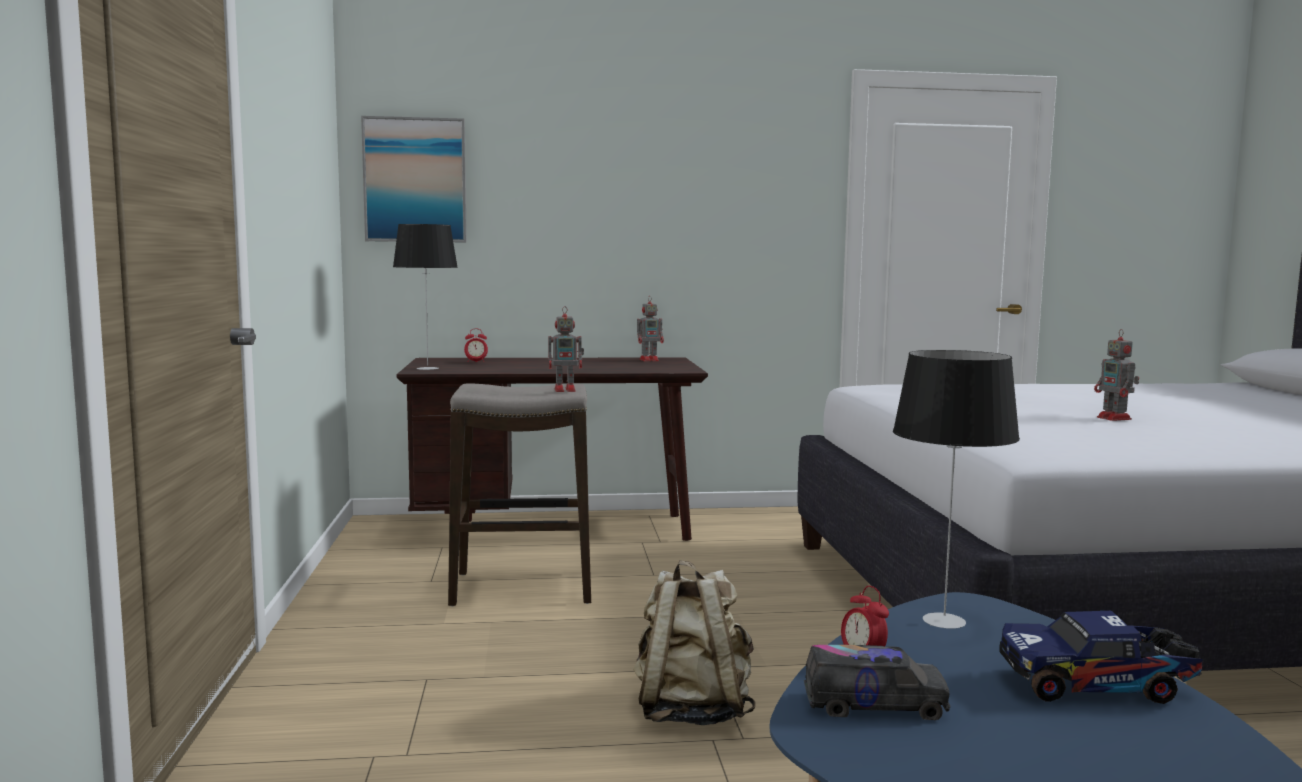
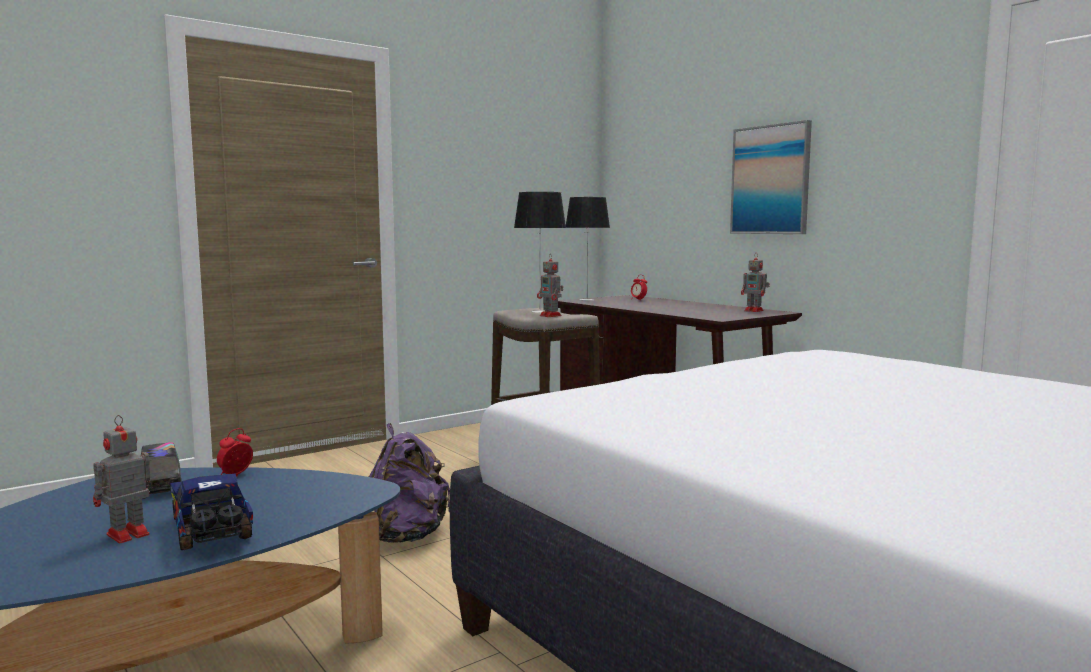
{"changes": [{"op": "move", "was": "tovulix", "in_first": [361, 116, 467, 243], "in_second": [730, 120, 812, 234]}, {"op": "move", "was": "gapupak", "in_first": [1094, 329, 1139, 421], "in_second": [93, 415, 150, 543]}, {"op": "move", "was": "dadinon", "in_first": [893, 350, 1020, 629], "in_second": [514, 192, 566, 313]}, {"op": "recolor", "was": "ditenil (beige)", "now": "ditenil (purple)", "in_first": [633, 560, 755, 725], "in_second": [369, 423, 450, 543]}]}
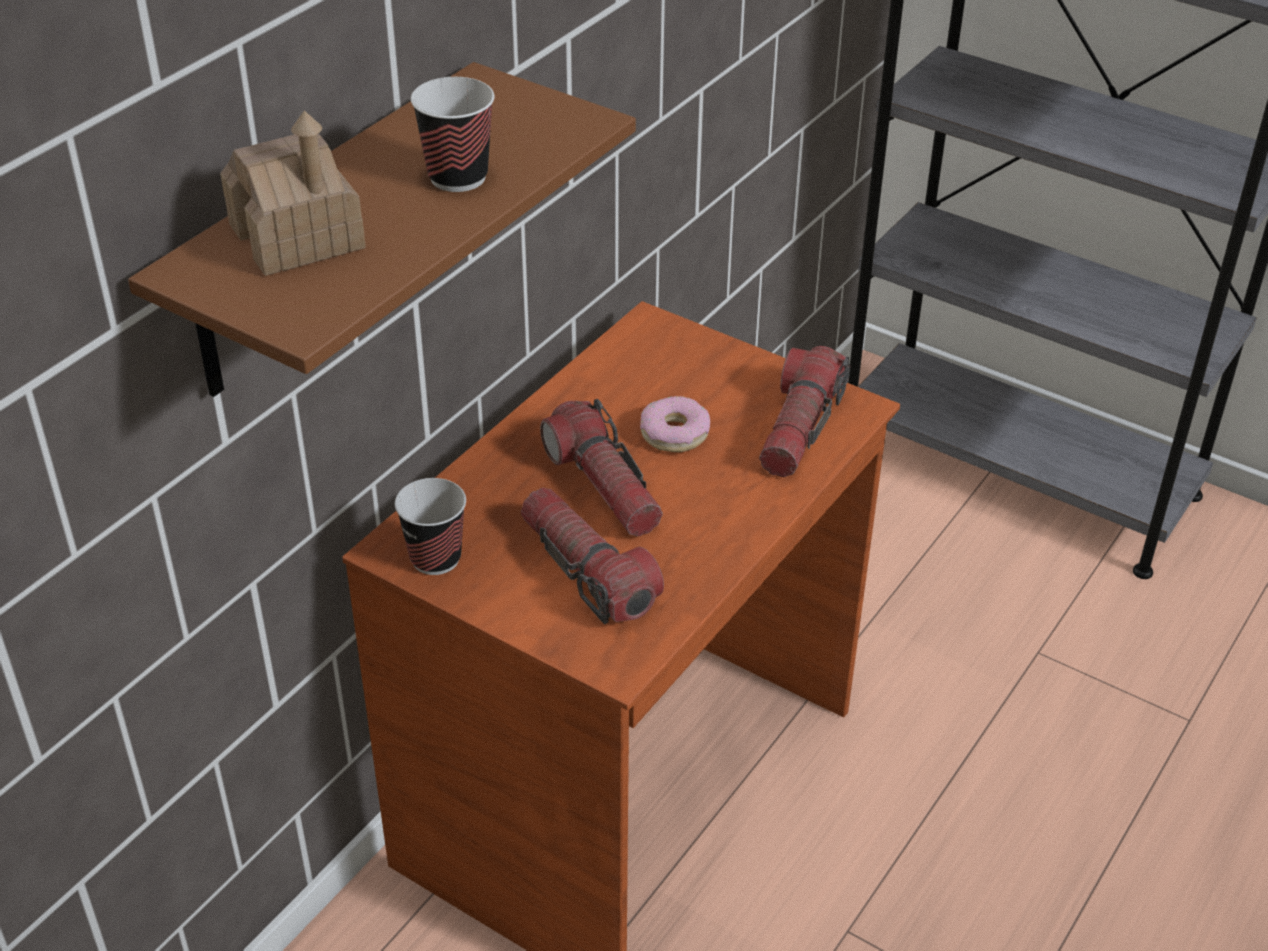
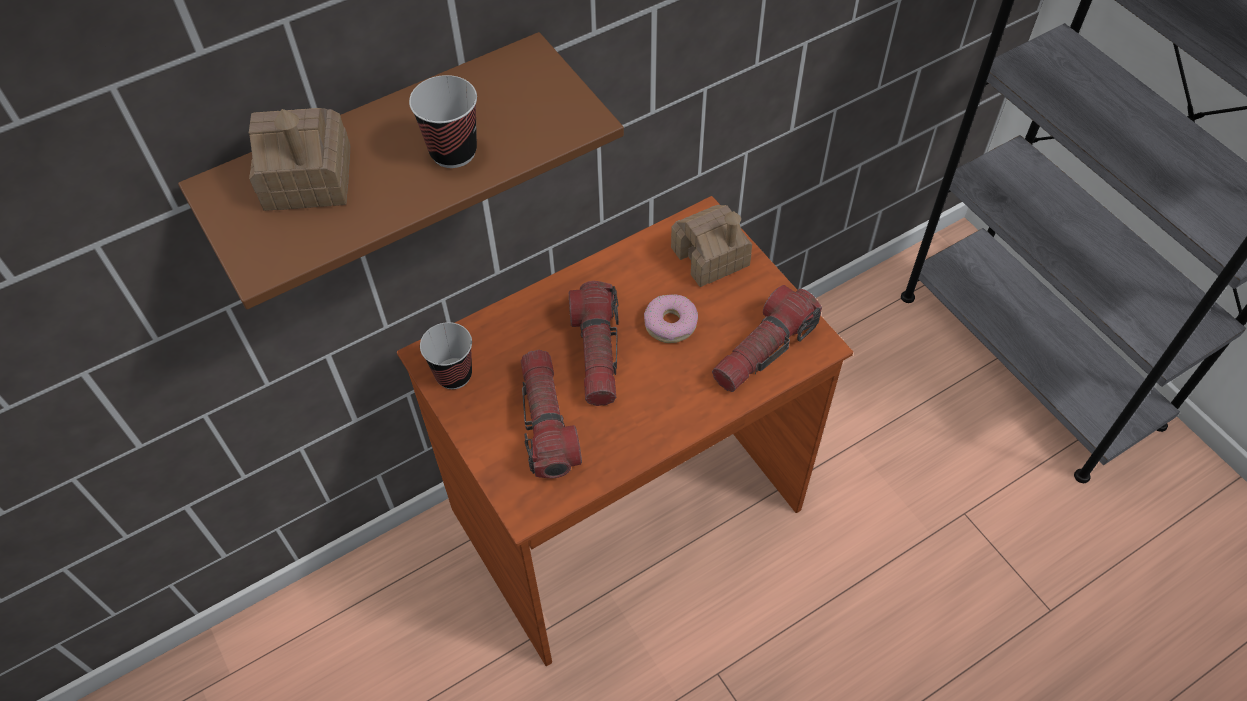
{"changes": [{"op": "insert", "now": "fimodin", "in_second": [671, 205, 752, 287]}]}
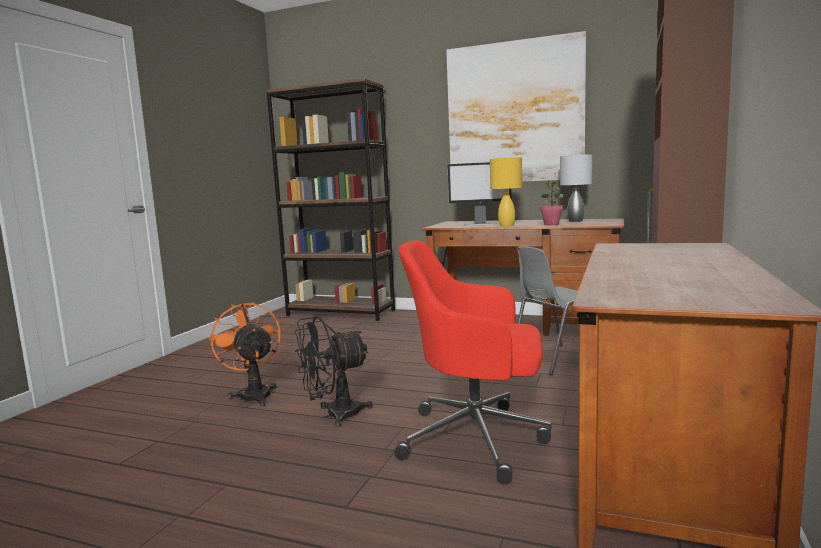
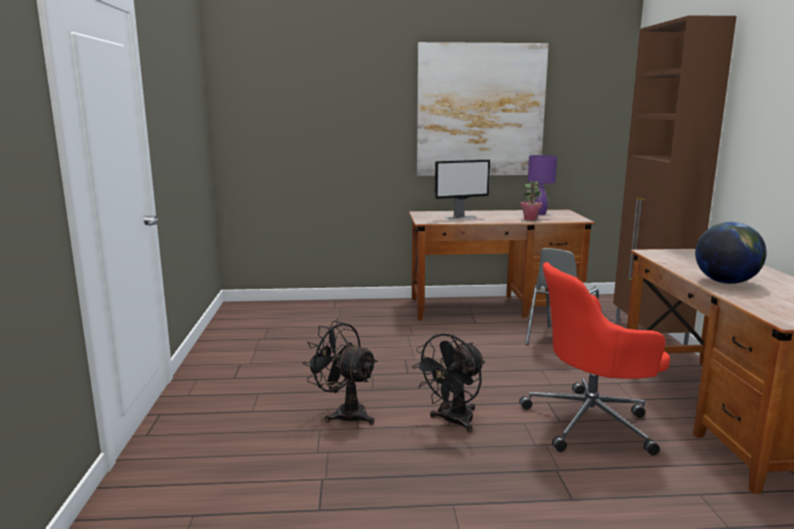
{"changes": [{"op": "delete", "was": "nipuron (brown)", "in_first": [266, 78, 395, 321]}, {"op": "recolor", "was": "dadinon (grey)", "now": "dadinon (purple)", "in_first": [560, 154, 592, 222], "in_second": [528, 155, 557, 215]}, {"op": "delete", "was": "dadinon (yellow)", "in_first": [490, 157, 522, 227]}, {"op": "recolor", "was": "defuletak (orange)", "now": "defuletak (black)", "in_first": [208, 302, 280, 406], "in_second": [302, 321, 378, 425]}, {"op": "insert", "now": "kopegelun", "in_second": [695, 222, 767, 284]}]}
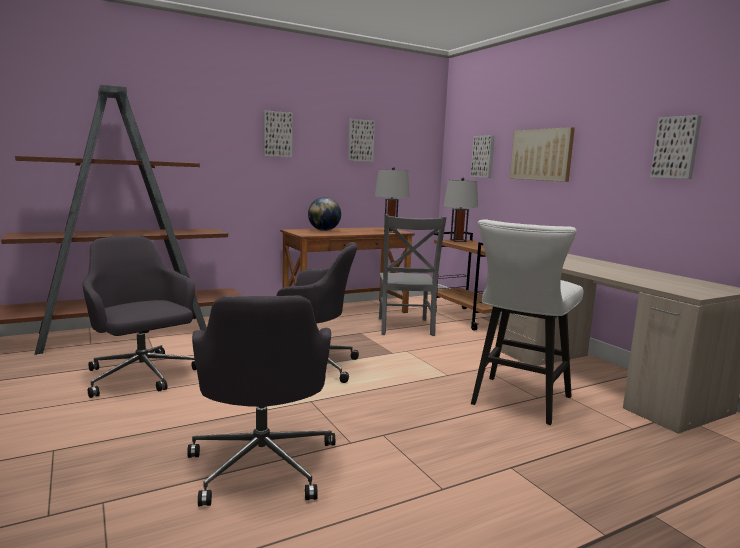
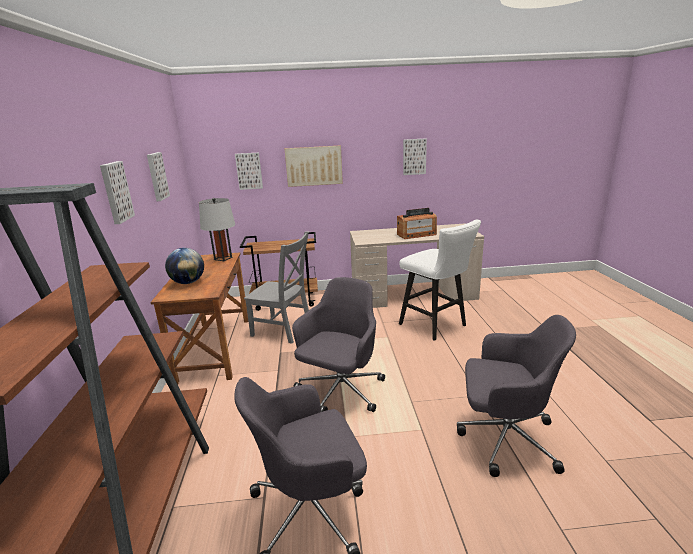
{"changes": [{"op": "delete", "was": "dadinon (grey)", "in_first": [443, 177, 478, 242]}, {"op": "insert", "now": "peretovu", "in_second": [397, 208, 437, 239]}]}
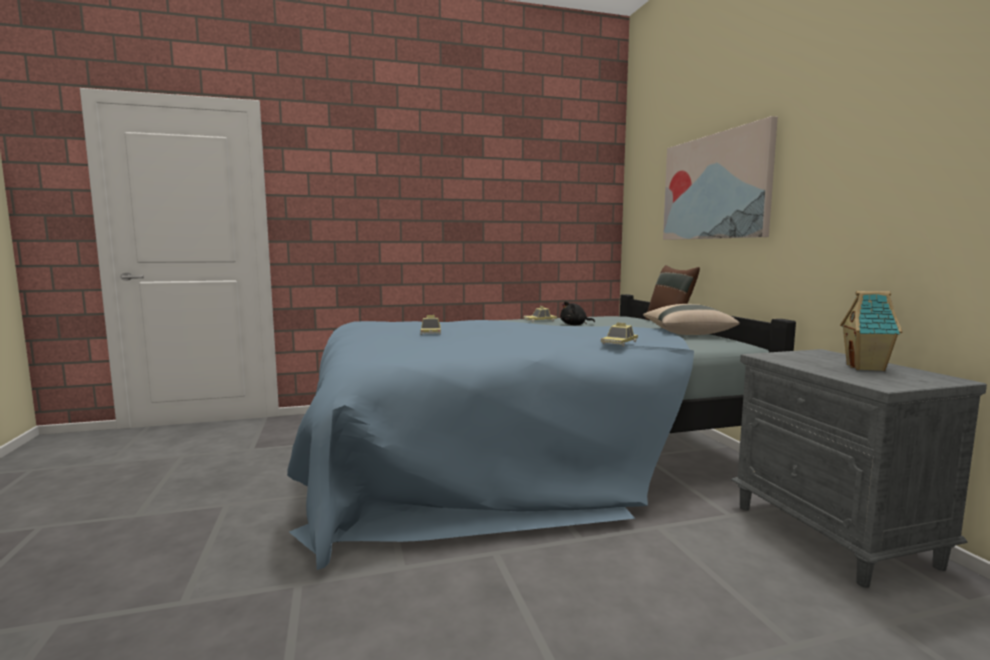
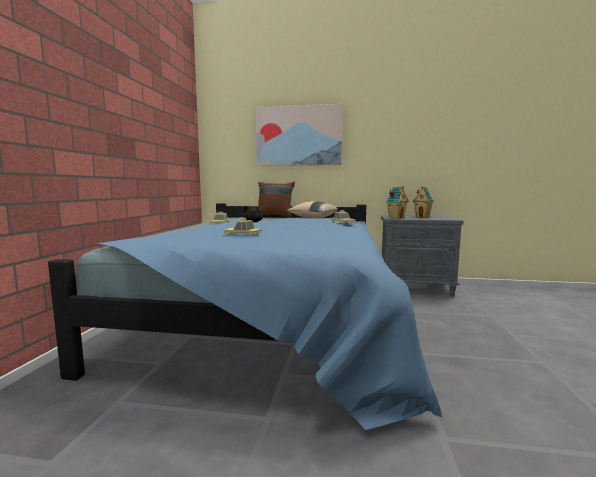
{"changes": [{"op": "insert", "now": "fimodin", "in_second": [385, 186, 409, 219]}]}
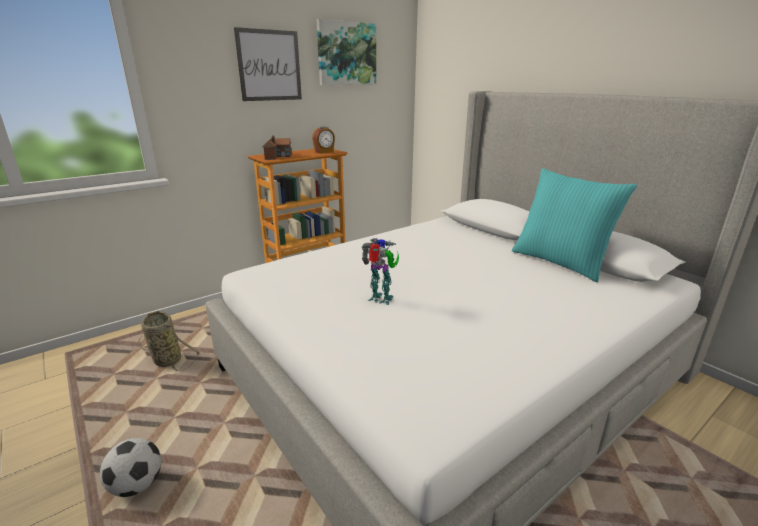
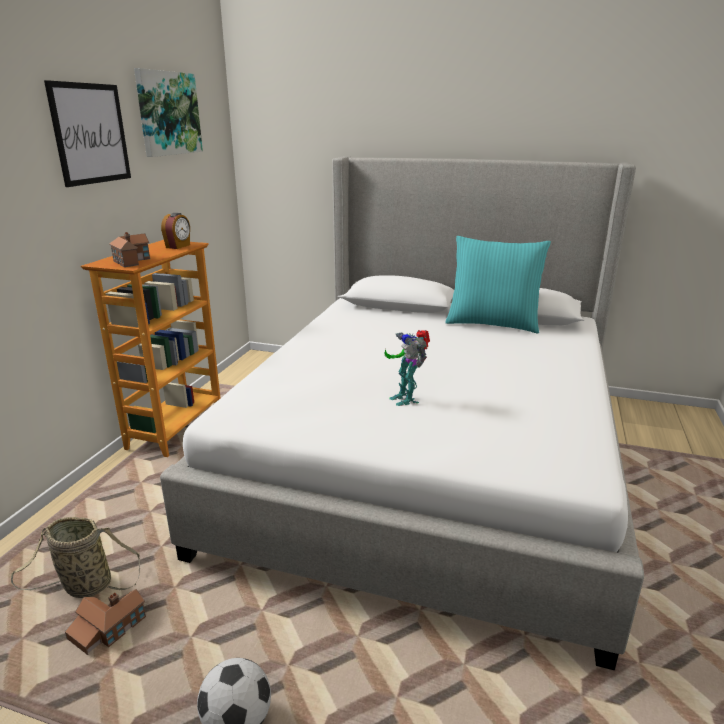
{"changes": [{"op": "rotate", "was": "gapupak", "in_first": [361, 238, 399, 305], "in_second": [385, 330, 430, 406], "clockwise": -105}, {"op": "insert", "now": "fimodin", "in_second": [65, 589, 146, 655]}]}
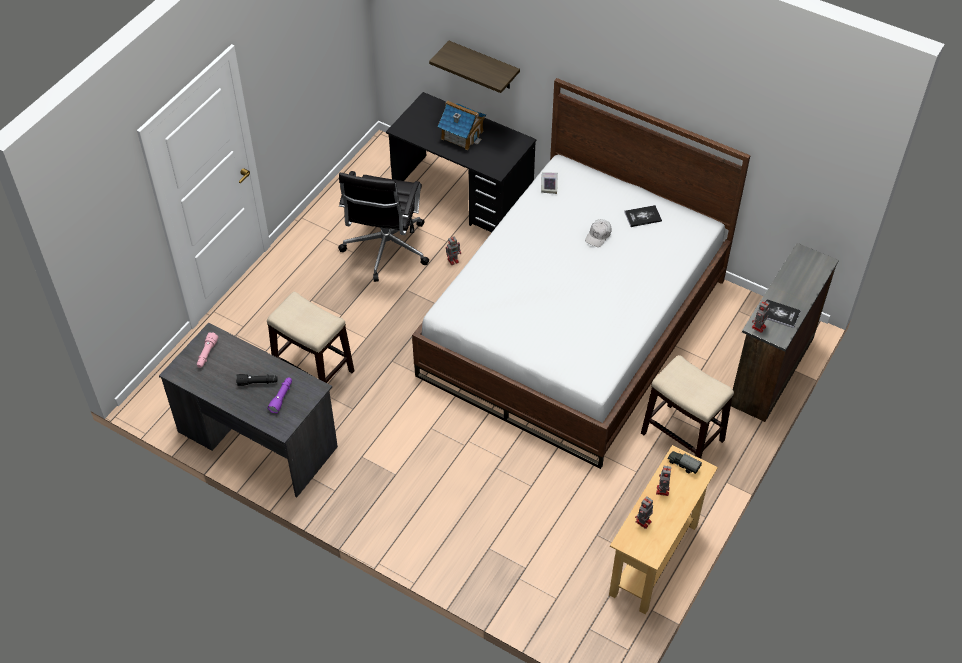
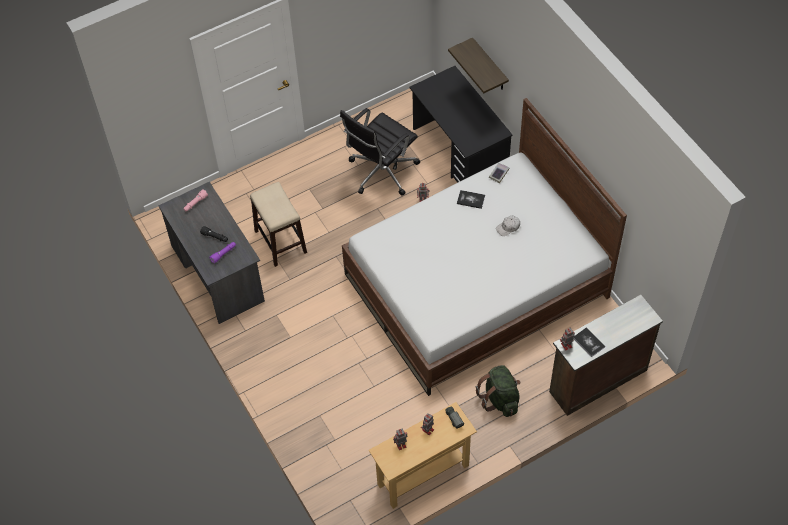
{"changes": [{"op": "delete", "was": "fimodin", "in_first": [437, 100, 486, 150]}, {"op": "move", "was": "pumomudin", "in_first": [624, 205, 662, 227], "in_second": [457, 190, 485, 209]}, {"op": "replace", "was": "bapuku", "now": "ditenil (green)", "in_first": [641, 355, 734, 459], "in_second": [476, 365, 520, 417]}]}
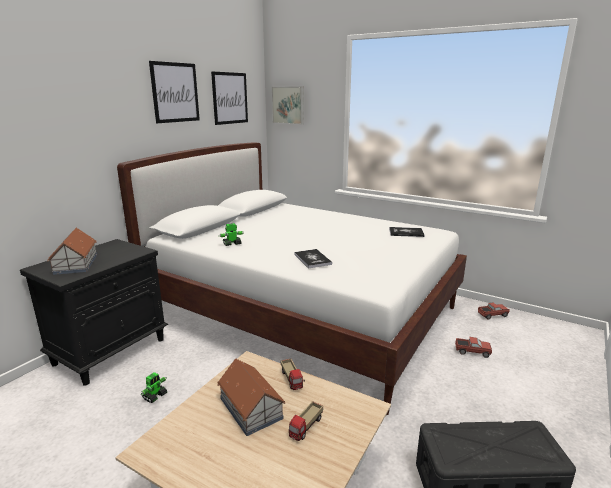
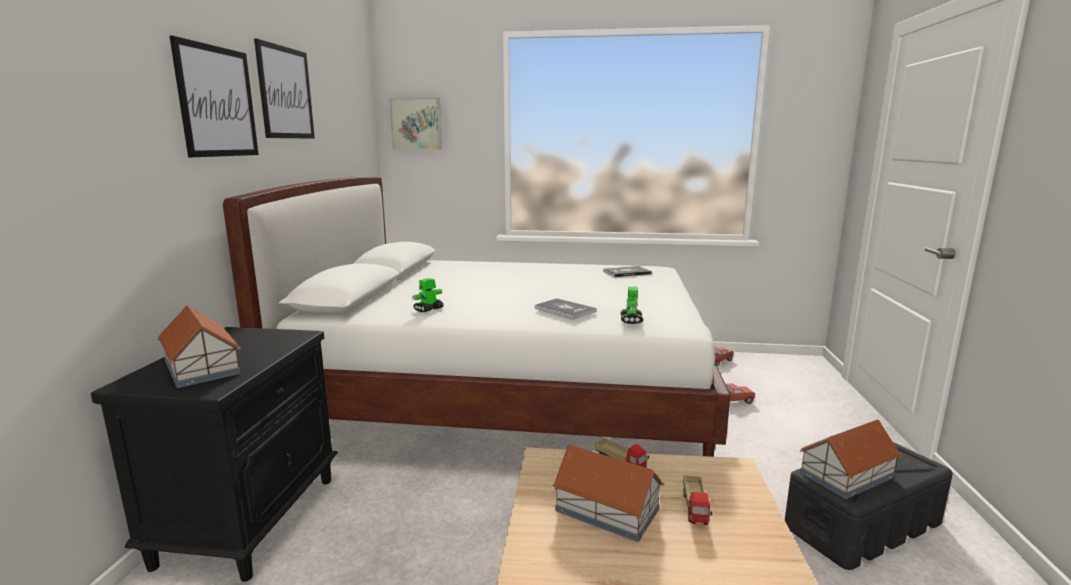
{"changes": [{"op": "move", "was": "tovulix", "in_first": [211, 71, 248, 125], "in_second": [170, 36, 259, 157]}, {"op": "move", "was": "gapupak", "in_first": [141, 372, 167, 403], "in_second": [621, 286, 643, 324]}, {"op": "insert", "now": "fimodin", "in_second": [800, 420, 901, 499]}]}
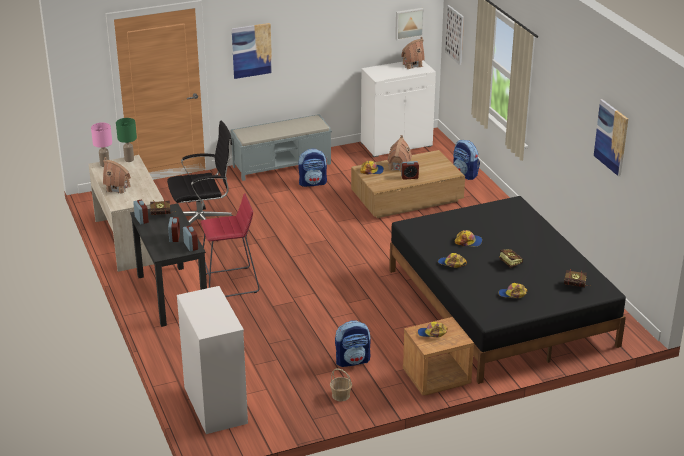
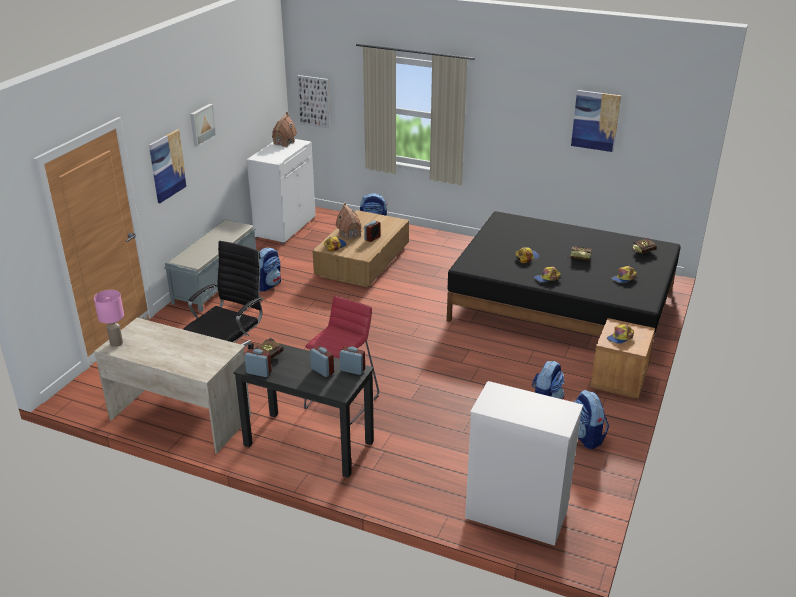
{"changes": [{"op": "move", "was": "tovulix", "in_first": [395, 8, 424, 40], "in_second": [190, 104, 217, 147]}, {"op": "delete", "was": "dadinon (green)", "in_first": [116, 118, 137, 162]}, {"op": "delete", "was": "fimodin", "in_first": [103, 157, 131, 194]}, {"op": "replace", "was": "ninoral", "now": "ditenil", "in_first": [330, 368, 352, 401], "in_second": [575, 390, 609, 449]}]}
